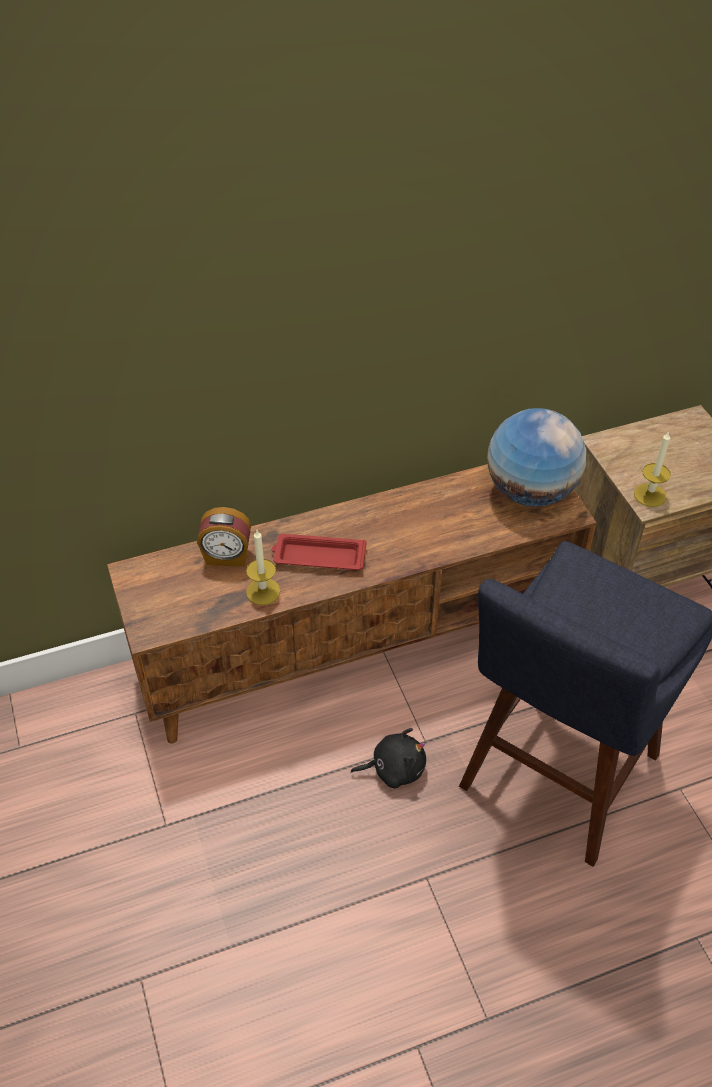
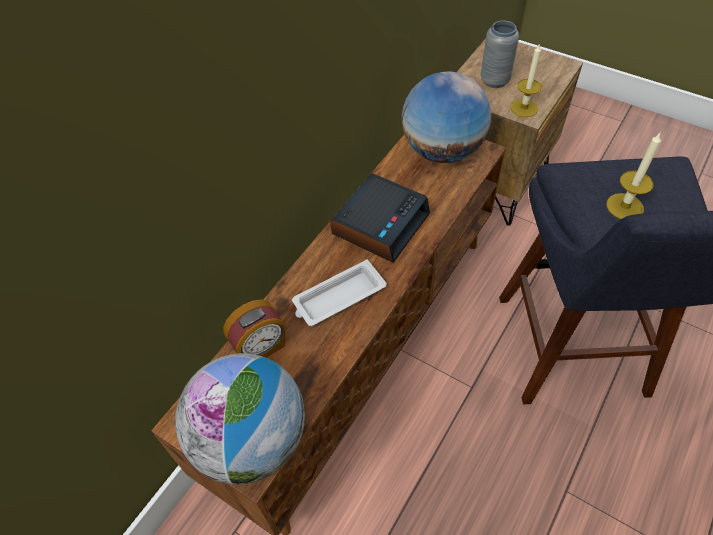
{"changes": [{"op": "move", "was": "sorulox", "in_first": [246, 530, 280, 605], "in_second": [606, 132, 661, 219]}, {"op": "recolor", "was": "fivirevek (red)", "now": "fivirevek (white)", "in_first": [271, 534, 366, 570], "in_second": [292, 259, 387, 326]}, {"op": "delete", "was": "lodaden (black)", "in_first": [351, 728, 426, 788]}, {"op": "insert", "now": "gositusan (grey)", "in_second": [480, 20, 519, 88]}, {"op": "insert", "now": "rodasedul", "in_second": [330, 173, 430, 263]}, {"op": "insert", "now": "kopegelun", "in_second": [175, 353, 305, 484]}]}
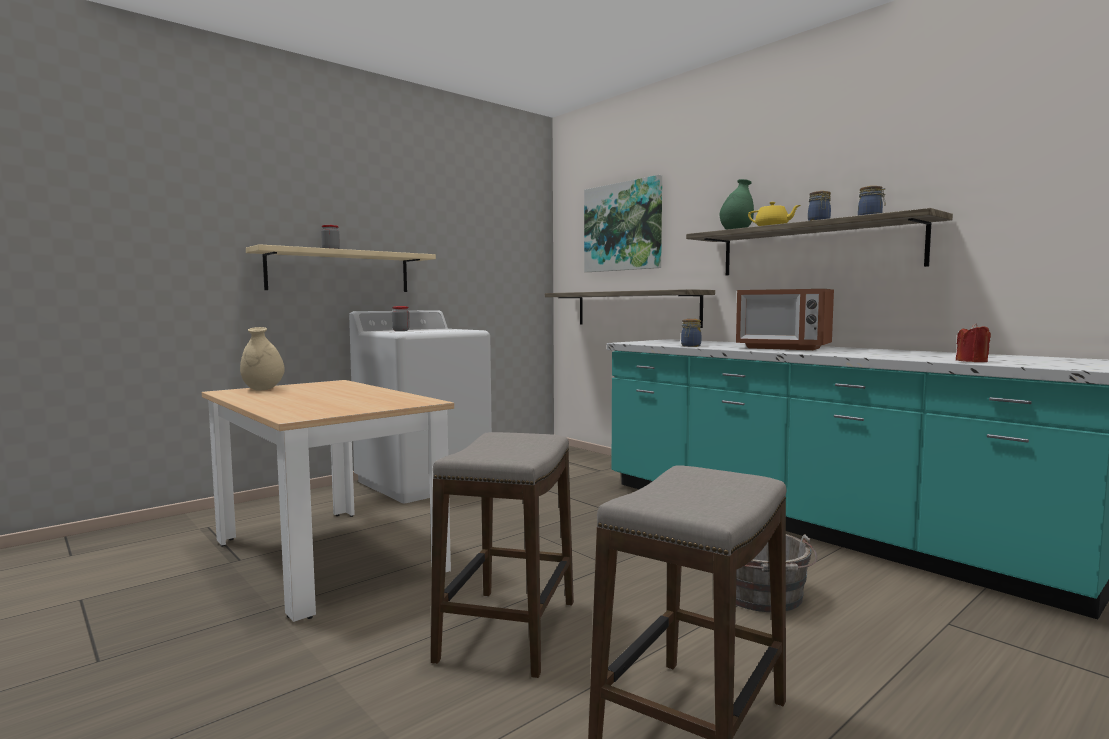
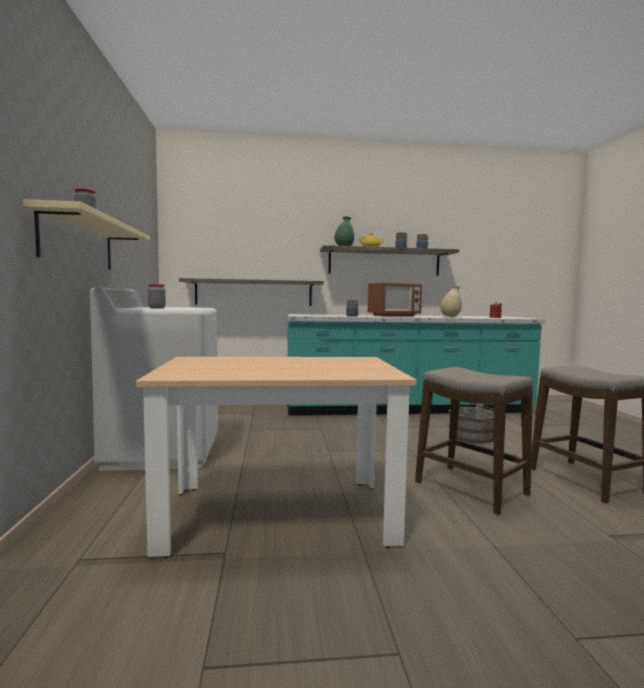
{"changes": [{"op": "delete", "was": "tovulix", "in_first": [584, 175, 662, 272]}, {"op": "move", "was": "gositusan (beige)", "in_first": [240, 327, 285, 391], "in_second": [440, 285, 462, 317]}]}
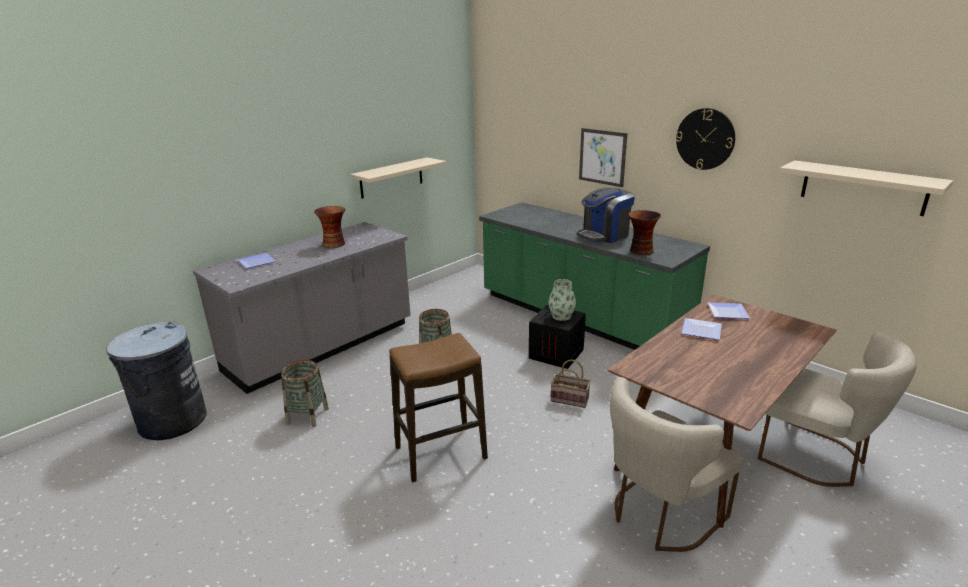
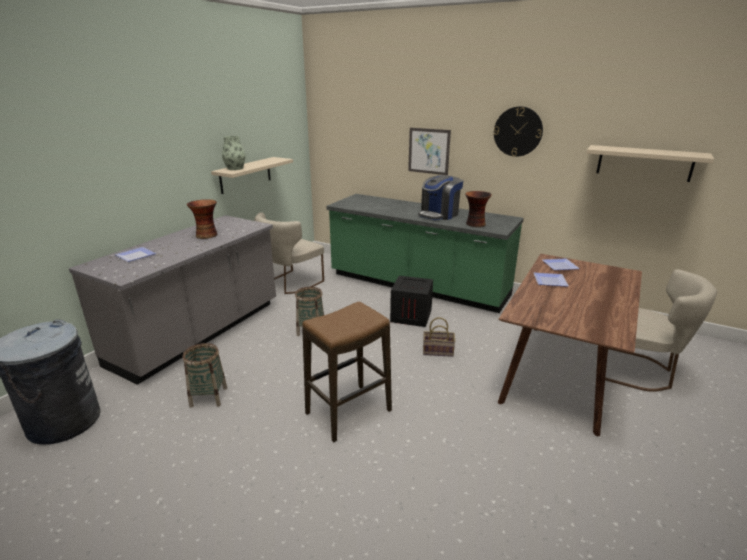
{"changes": [{"op": "move", "was": "gositusan", "in_first": [548, 279, 576, 321], "in_second": [222, 136, 245, 170]}, {"op": "move", "was": "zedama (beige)", "in_first": [610, 377, 745, 552], "in_second": [254, 212, 324, 294]}]}
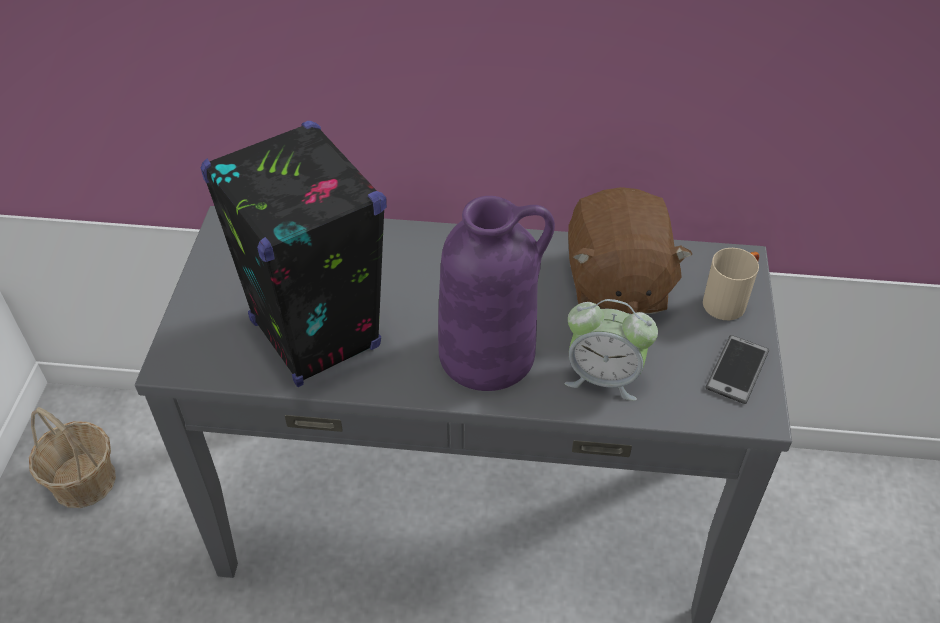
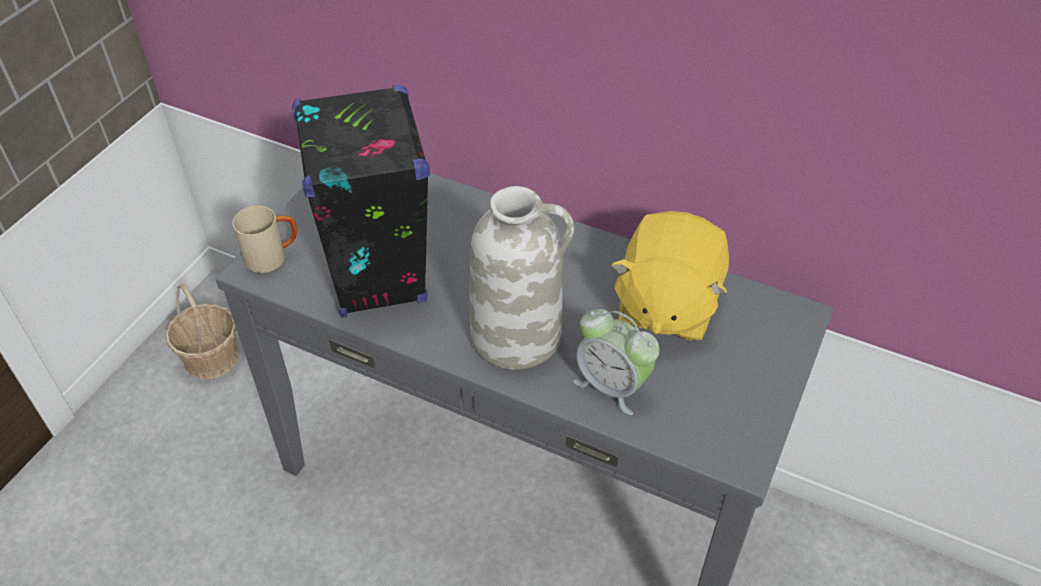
{"changes": [{"op": "recolor", "was": "lodaden (brown)", "now": "lodaden (yellow)", "in_first": [568, 187, 692, 314], "in_second": [611, 211, 729, 341]}, {"op": "recolor", "was": "gositusan (purple)", "now": "gositusan (white)", "in_first": [438, 196, 555, 391], "in_second": [469, 186, 574, 370]}, {"op": "move", "was": "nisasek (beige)", "in_first": [703, 248, 759, 320], "in_second": [233, 206, 297, 273]}, {"op": "delete", "was": "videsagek", "in_first": [706, 335, 769, 404]}]}
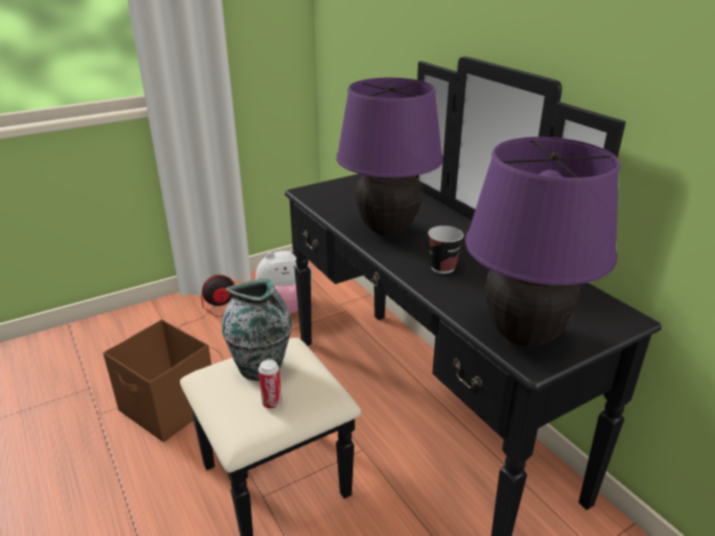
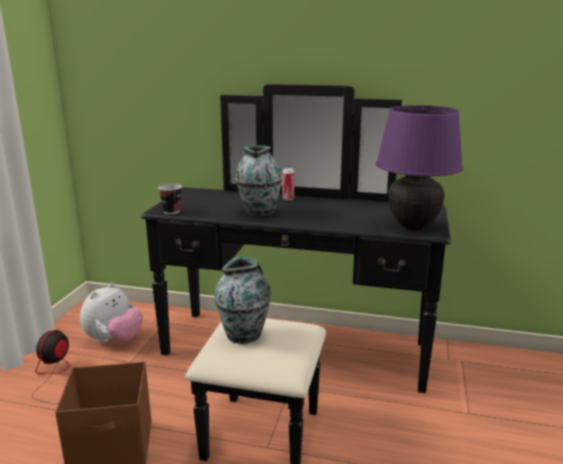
{"changes": [{"op": "replace", "was": "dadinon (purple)", "now": "gositusan", "in_first": [336, 78, 443, 236], "in_second": [235, 145, 283, 217]}, {"op": "move", "was": "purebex", "in_first": [428, 226, 464, 274], "in_second": [158, 184, 182, 214]}, {"op": "move", "was": "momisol", "in_first": [258, 359, 282, 409], "in_second": [282, 168, 294, 200]}]}
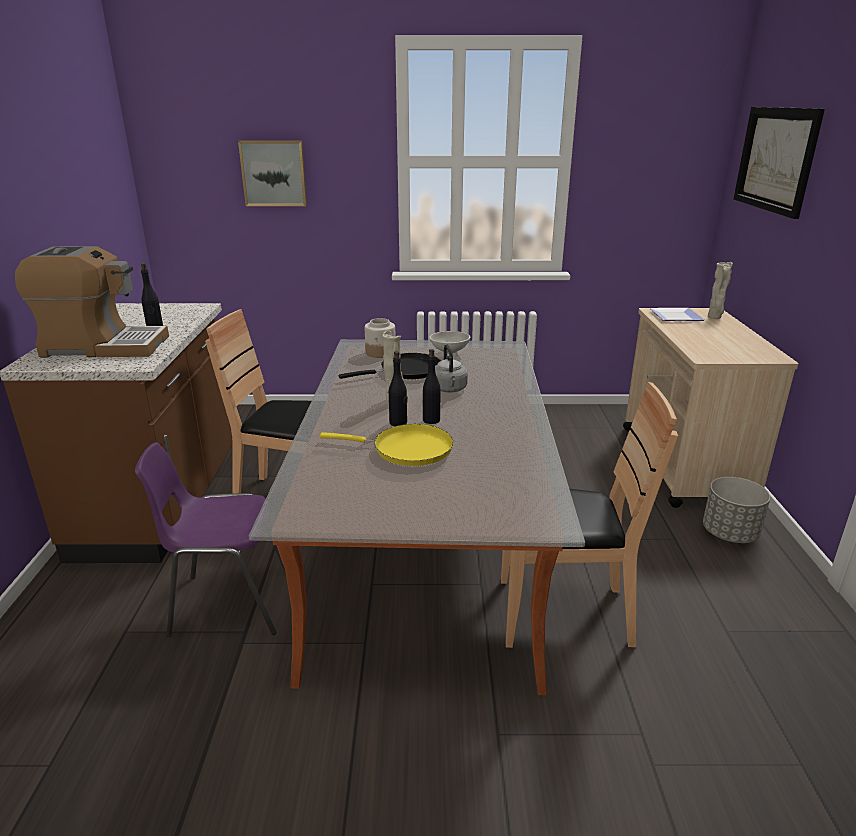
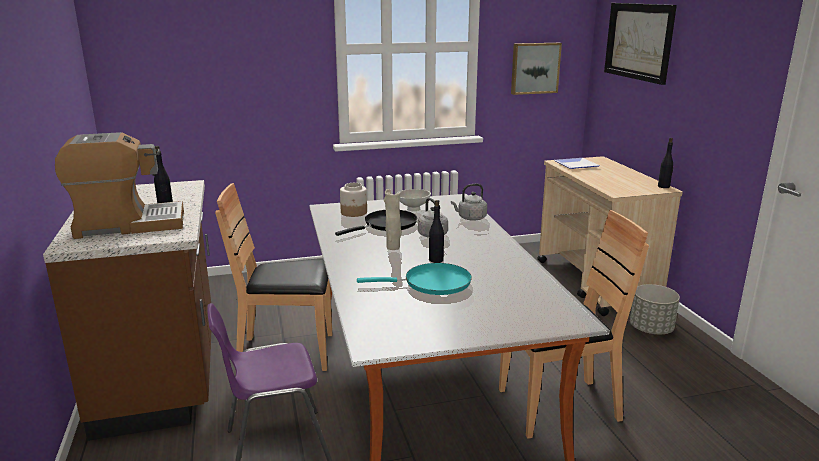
{"changes": [{"op": "move", "was": "tovulix", "in_first": [238, 140, 307, 206], "in_second": [511, 43, 562, 95]}, {"op": "delete", "was": "gositusan (beige)", "in_first": [708, 262, 733, 319]}, {"op": "move", "was": "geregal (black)", "in_first": [389, 351, 407, 426], "in_second": [658, 138, 673, 188]}, {"op": "recolor", "was": "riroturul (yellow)", "now": "riroturul (turquoise)", "in_first": [320, 424, 453, 466], "in_second": [357, 263, 472, 295]}, {"op": "insert", "now": "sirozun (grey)", "in_second": [451, 184, 487, 221]}]}
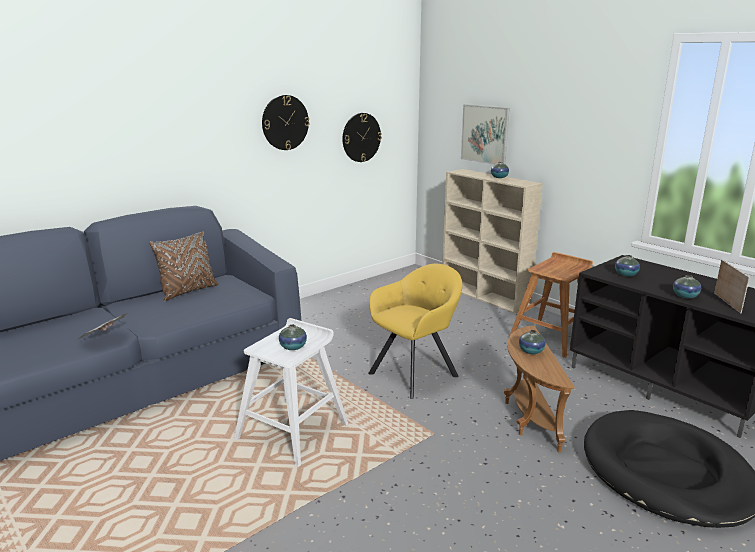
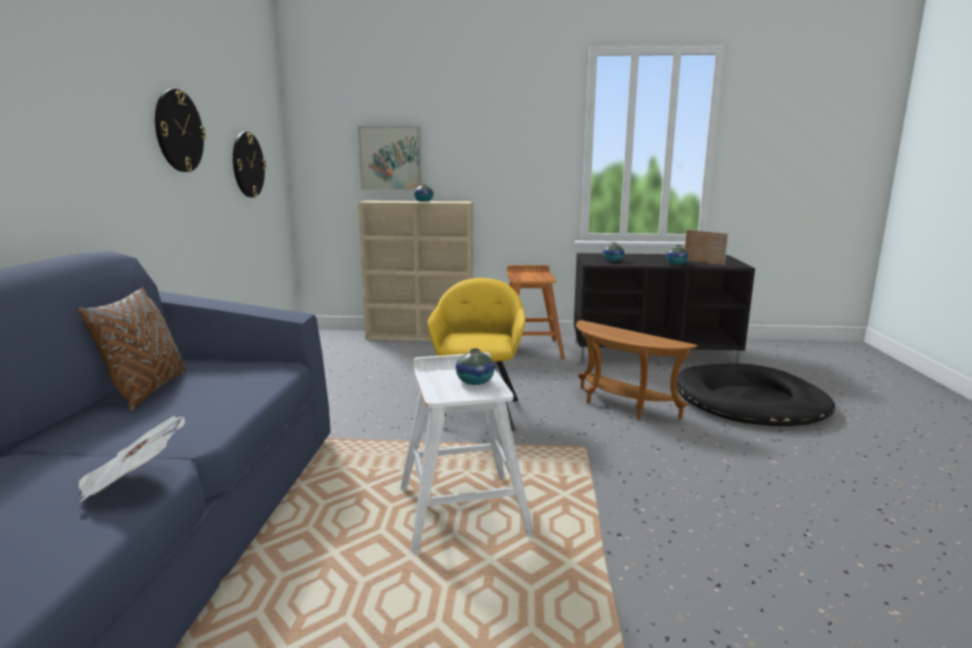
{"changes": [{"op": "delete", "was": "gositusan", "in_first": [519, 330, 546, 354]}]}
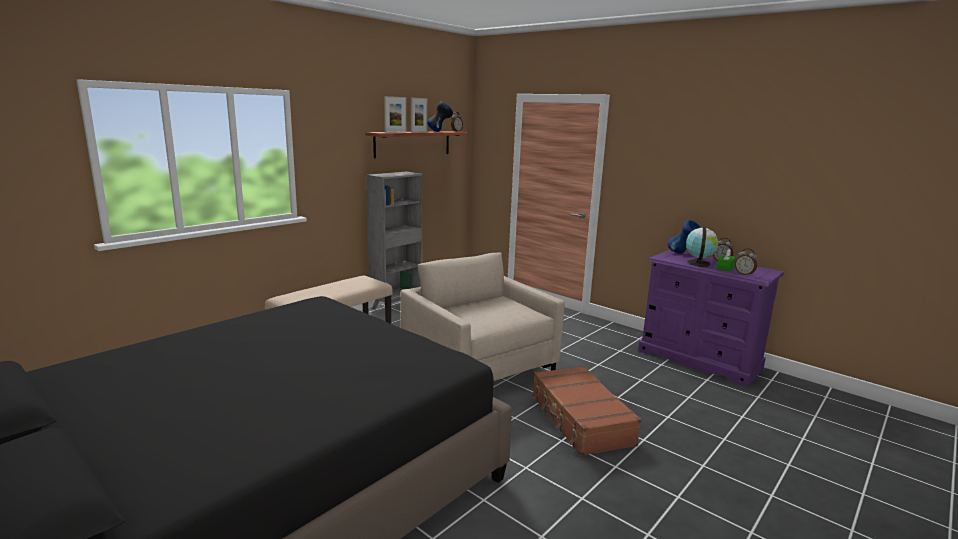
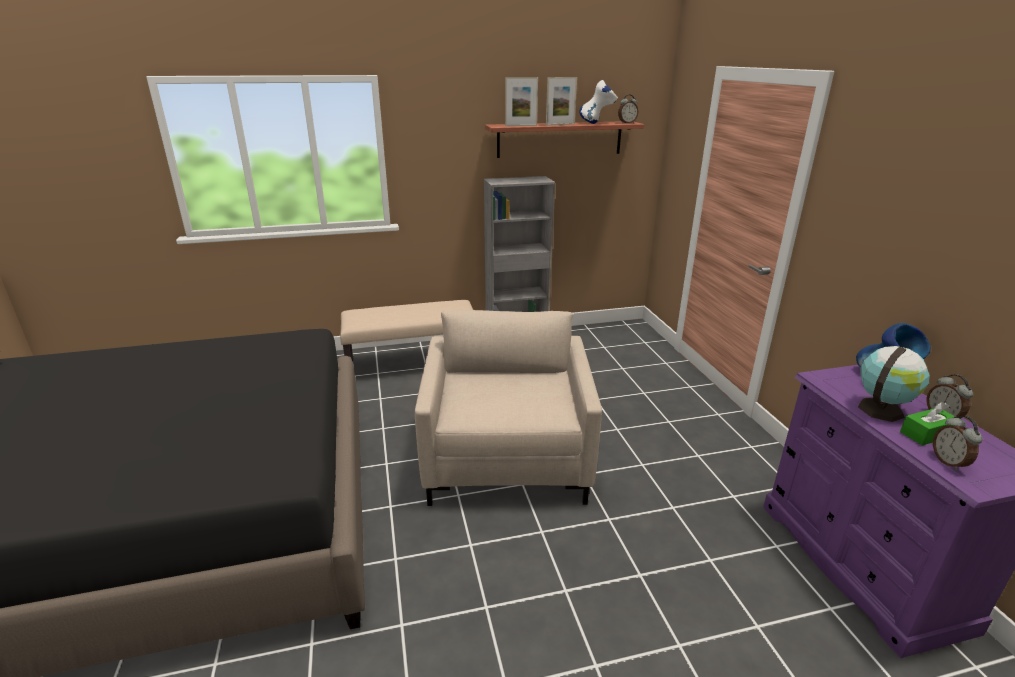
{"changes": [{"op": "recolor", "was": "gositusan (black)", "now": "gositusan (white)", "in_first": [427, 101, 453, 132], "in_second": [580, 80, 618, 124]}, {"op": "delete", "was": "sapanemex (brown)", "in_first": [533, 366, 642, 456]}]}
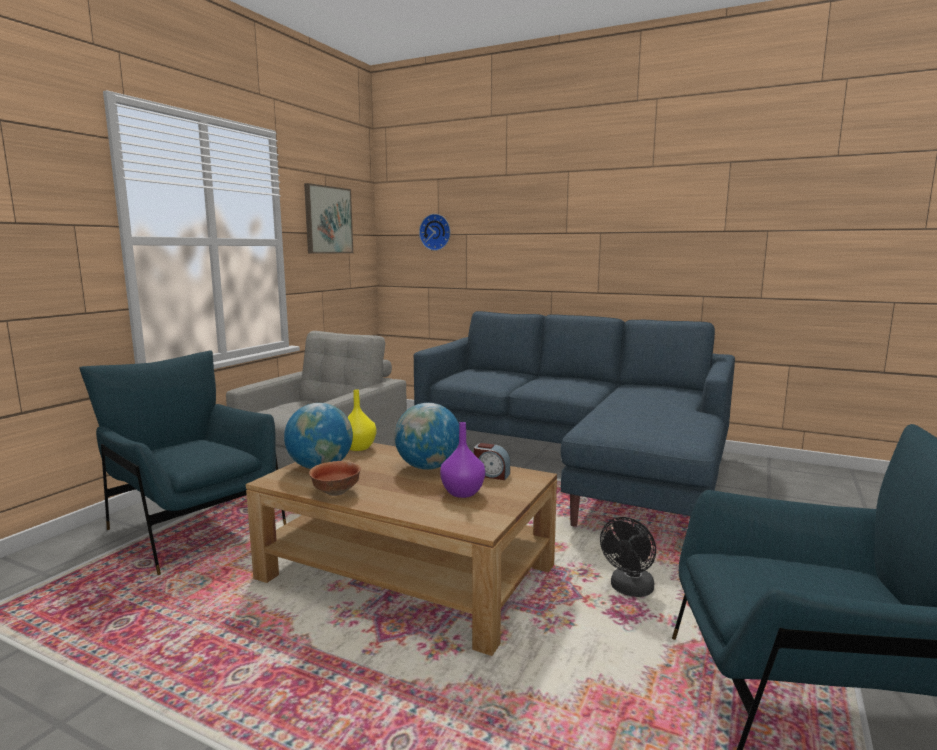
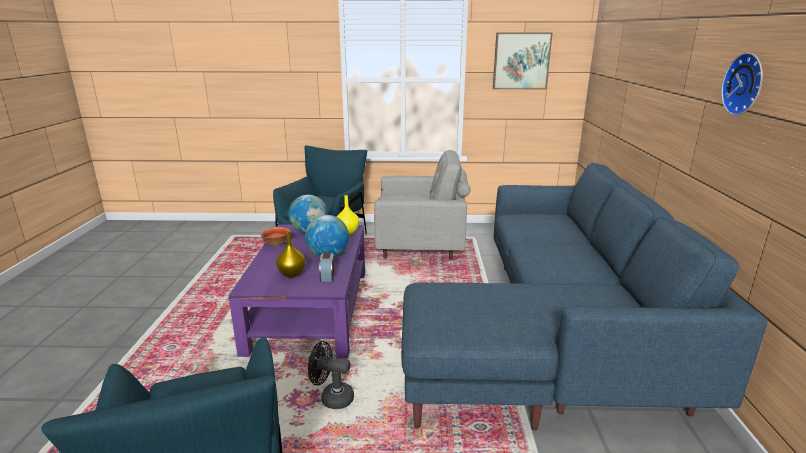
{"changes": [{"op": "move", "was": "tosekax", "in_first": [419, 214, 451, 251], "in_second": [721, 53, 763, 115]}, {"op": "recolor", "was": "gositusan (purple)", "now": "gositusan (yellow)", "in_first": [440, 422, 485, 498], "in_second": [276, 231, 305, 278]}, {"op": "recolor", "was": "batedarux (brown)", "now": "batedarux (purple)", "in_first": [246, 443, 557, 656], "in_second": [228, 224, 365, 358]}]}
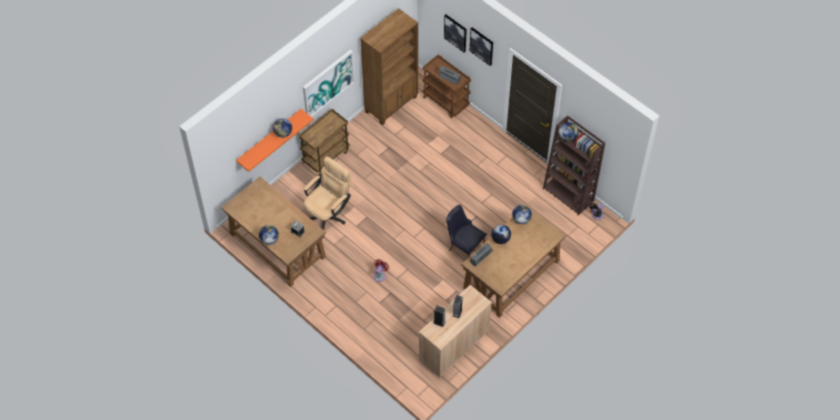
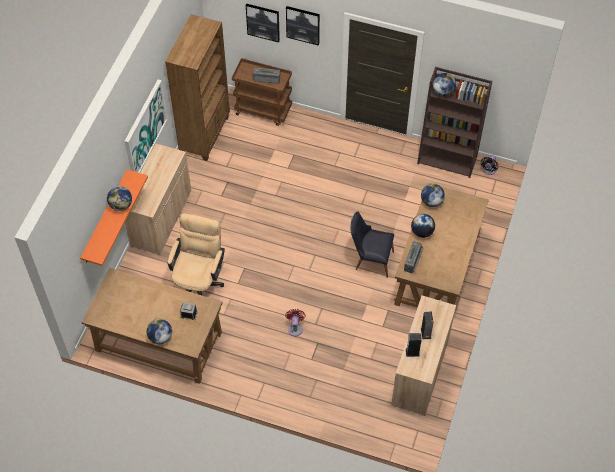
{"changes": [{"op": "replace", "was": "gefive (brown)", "now": "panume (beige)", "in_first": [298, 109, 350, 175], "in_second": [125, 143, 191, 255]}]}
